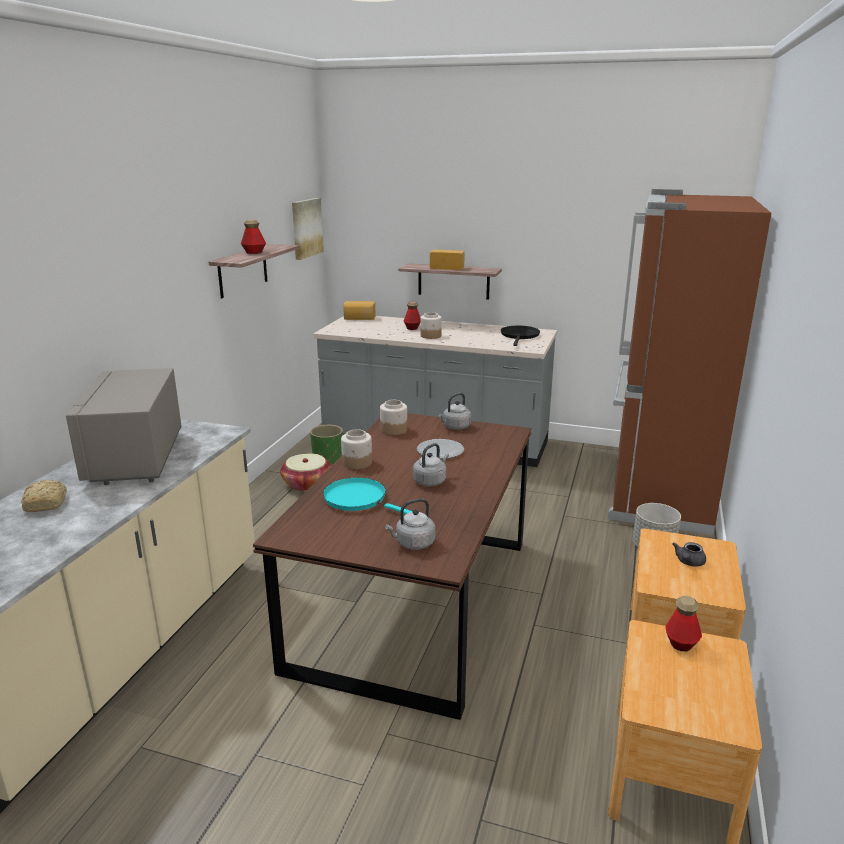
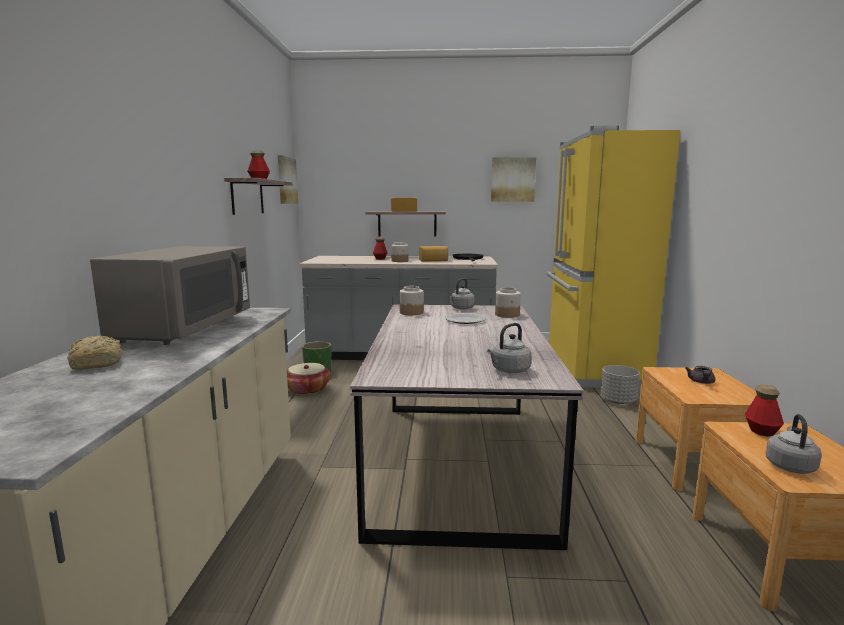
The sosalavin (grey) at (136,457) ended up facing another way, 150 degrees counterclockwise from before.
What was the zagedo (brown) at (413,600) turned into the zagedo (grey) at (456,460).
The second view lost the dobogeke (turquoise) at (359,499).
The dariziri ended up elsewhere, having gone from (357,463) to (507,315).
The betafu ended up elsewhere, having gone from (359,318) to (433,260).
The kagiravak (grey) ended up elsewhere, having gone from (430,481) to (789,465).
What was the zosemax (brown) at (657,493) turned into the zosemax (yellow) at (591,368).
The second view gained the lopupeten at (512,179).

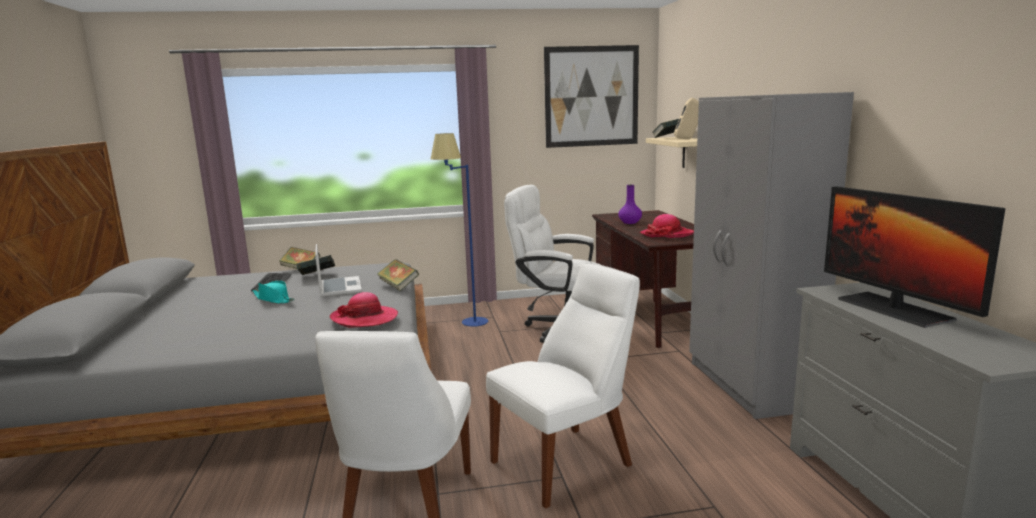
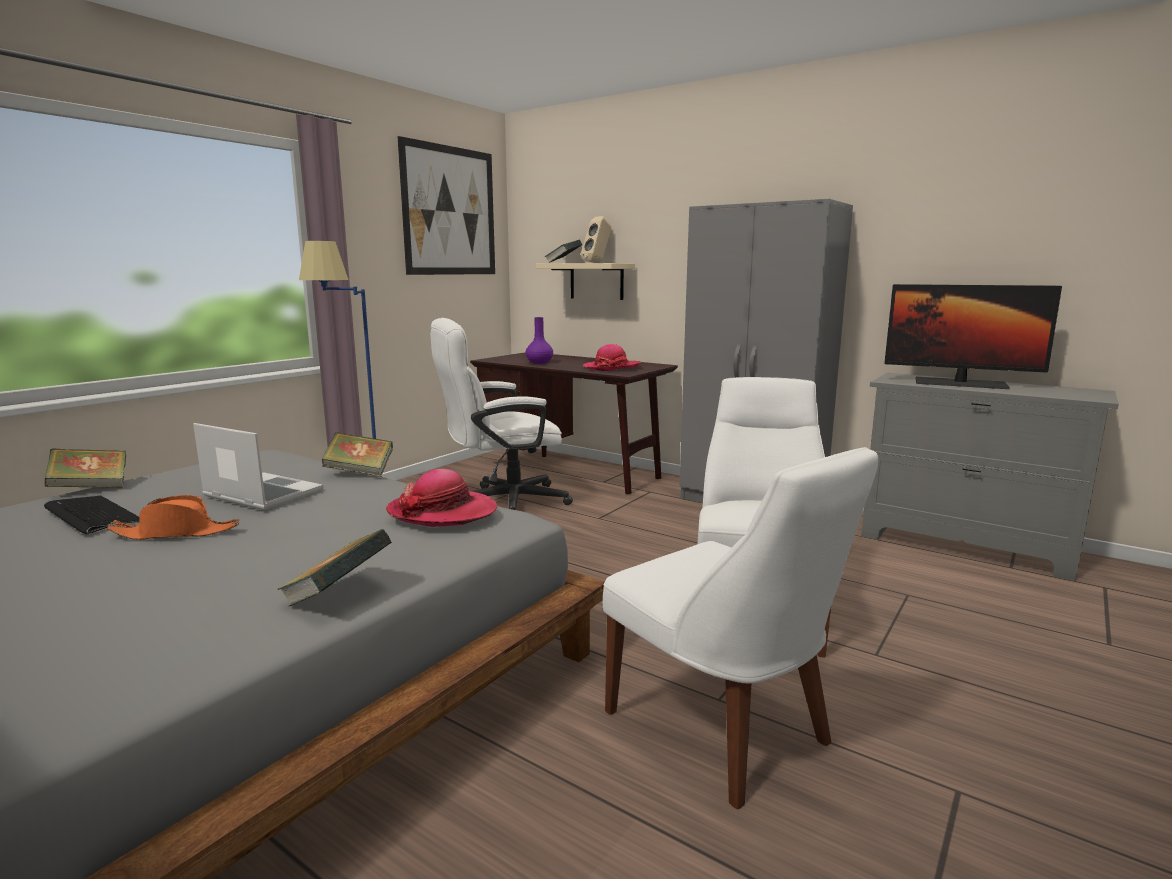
What was the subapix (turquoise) at (274,299) turned into the subapix (orange) at (176,533).
The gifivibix ended up elsewhere, having gone from (317,275) to (338,595).

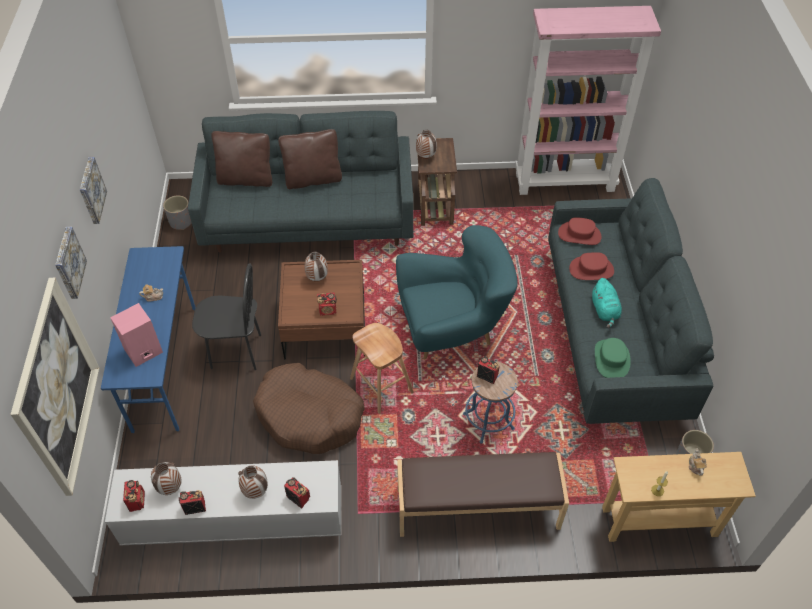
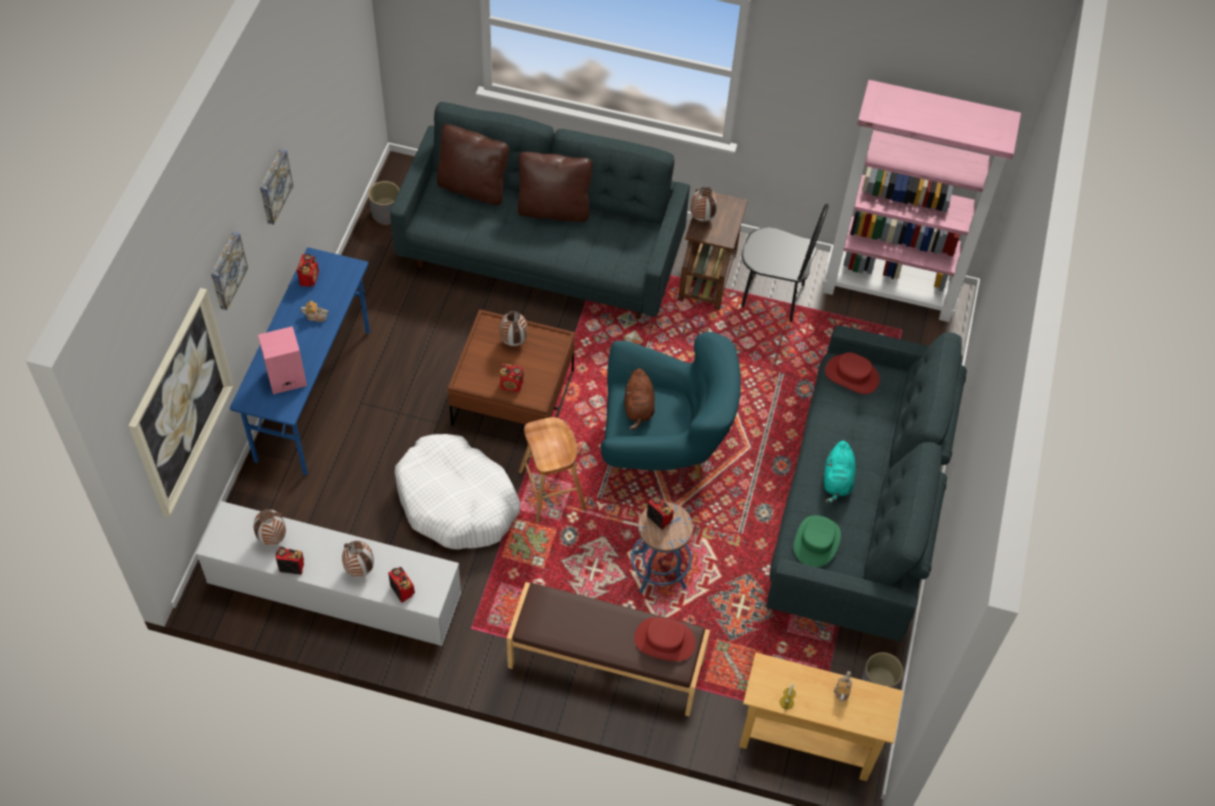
The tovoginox ended up elsewhere, having gone from (137,501) to (309,278).
The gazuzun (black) ended up elsewhere, having gone from (236,352) to (772,296).
What was the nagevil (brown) at (309,416) turned into the nagevil (white) at (457,501).
The subapix (red) ended up elsewhere, having gone from (591,270) to (664,641).
The second view gained the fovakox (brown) at (638,408).

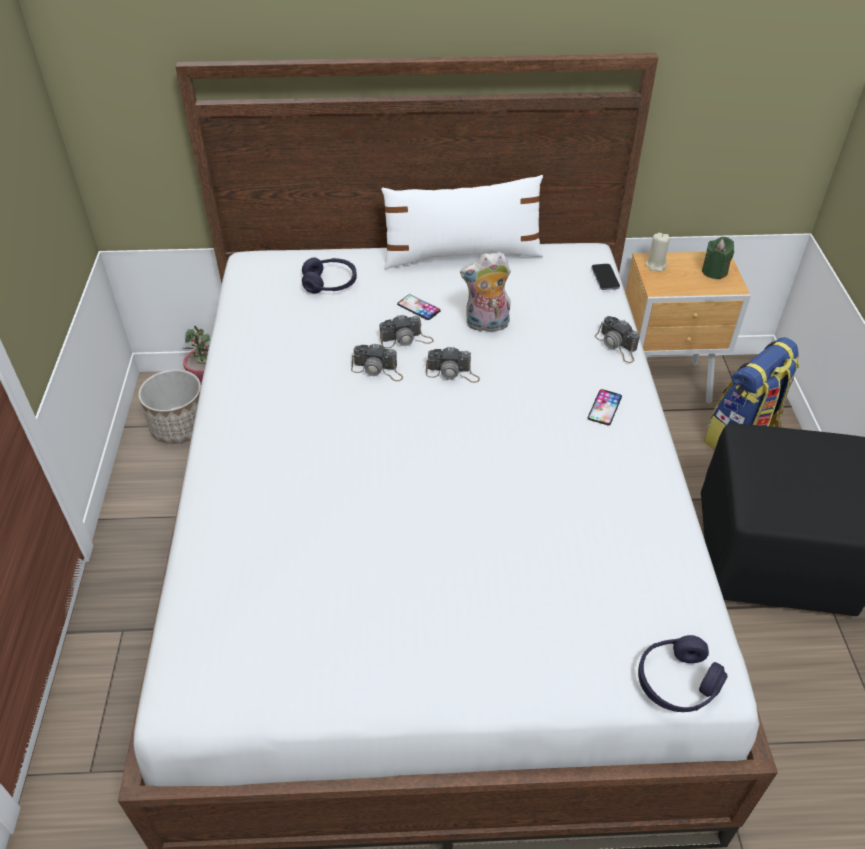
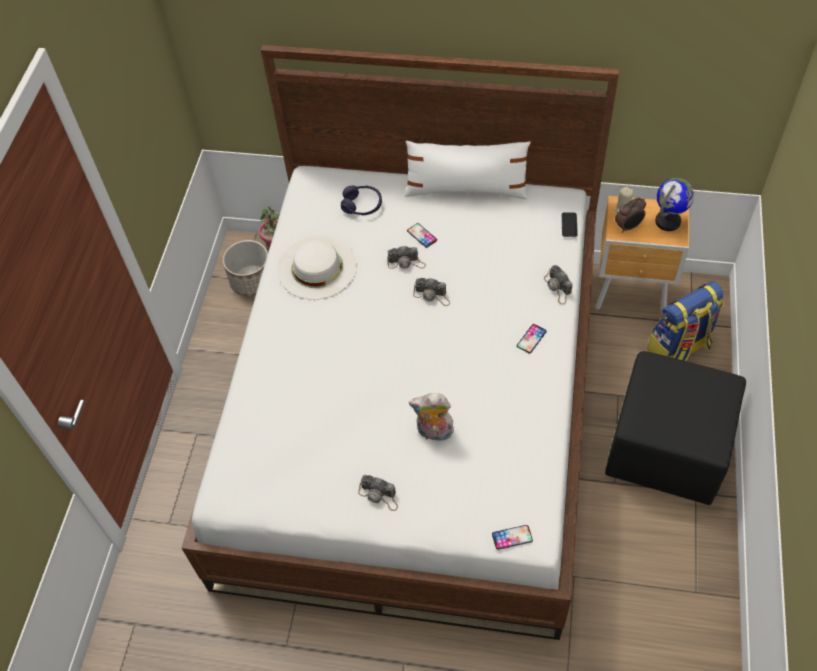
The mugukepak ended up elsewhere, having gone from (378,370) to (379,495).
The fovakox ended up elsewhere, having gone from (486,325) to (434,433).
Where the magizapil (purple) stood at (677,682), the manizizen came to stand at (512,537).
Where the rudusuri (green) stood at (714,271), the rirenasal came to stand at (668,221).
The second view gained the subapix (white) at (317,267).
The second view gained the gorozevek at (628,227).

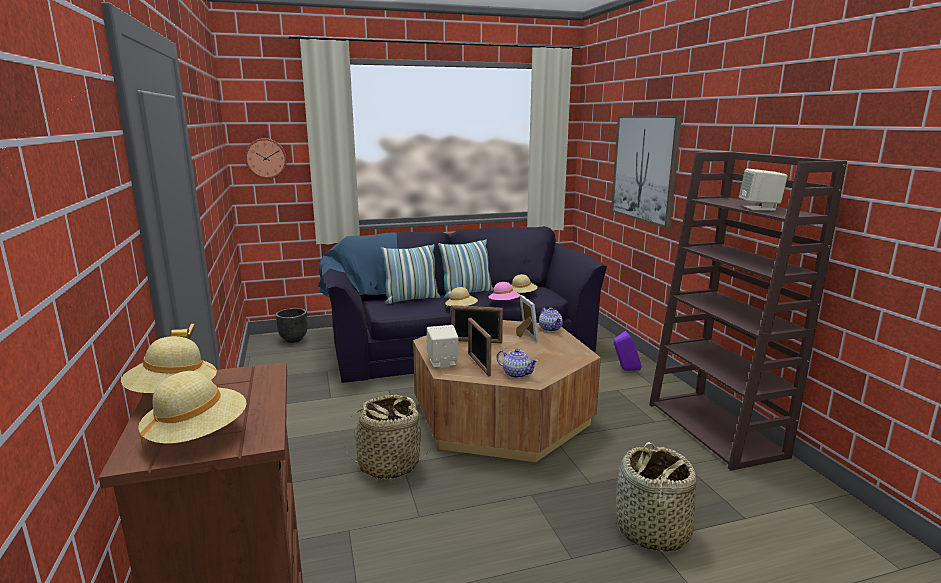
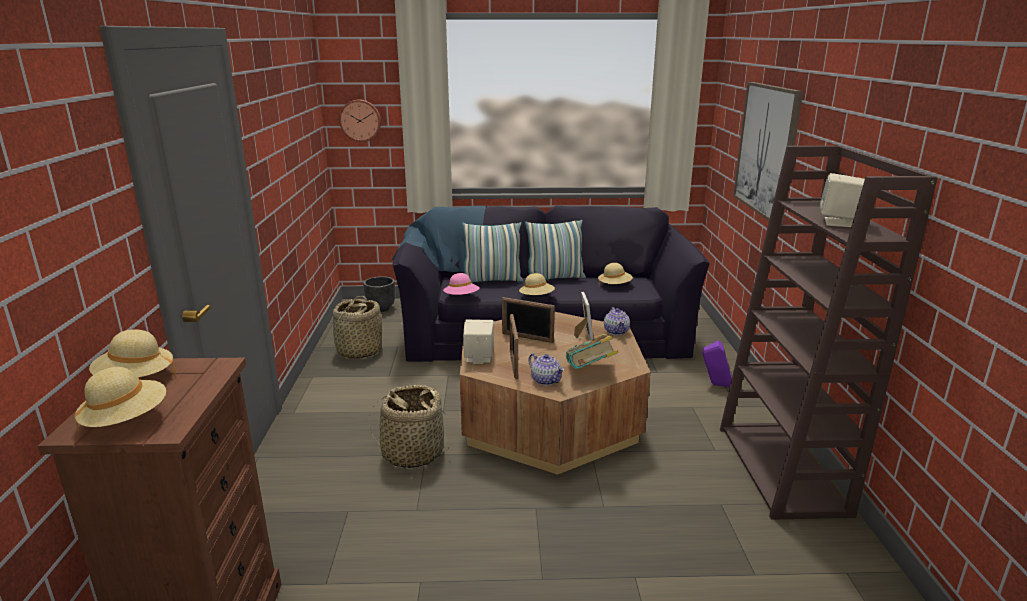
The subapix (pink) ended up elsewhere, having gone from (504,303) to (461,297).
The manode ended up elsewhere, having gone from (652,531) to (359,351).
The second view gained the gifivibix at (590,372).

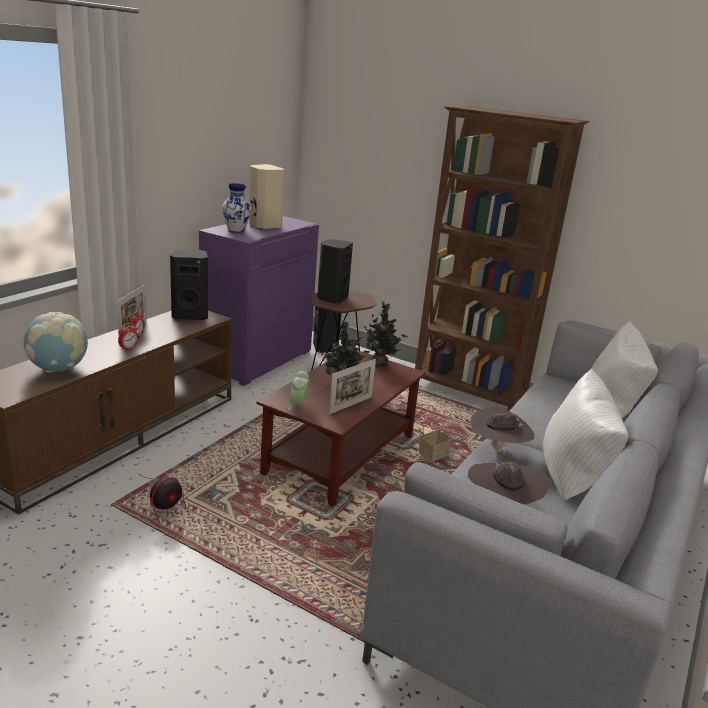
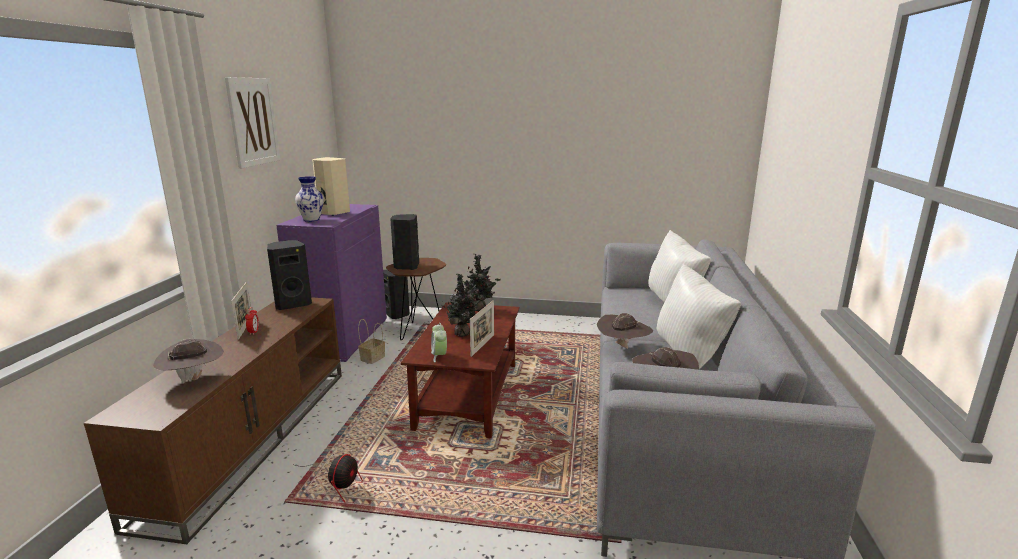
Where the rirenasal stood at (58,369), the subapix (brown) came to stand at (194,379).
The second view lost the gorozevek at (128,348).
The second view lost the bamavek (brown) at (469,393).
The manode ended up elsewhere, having gone from (433,454) to (373,357).
The second view gained the lopupeten at (253,122).

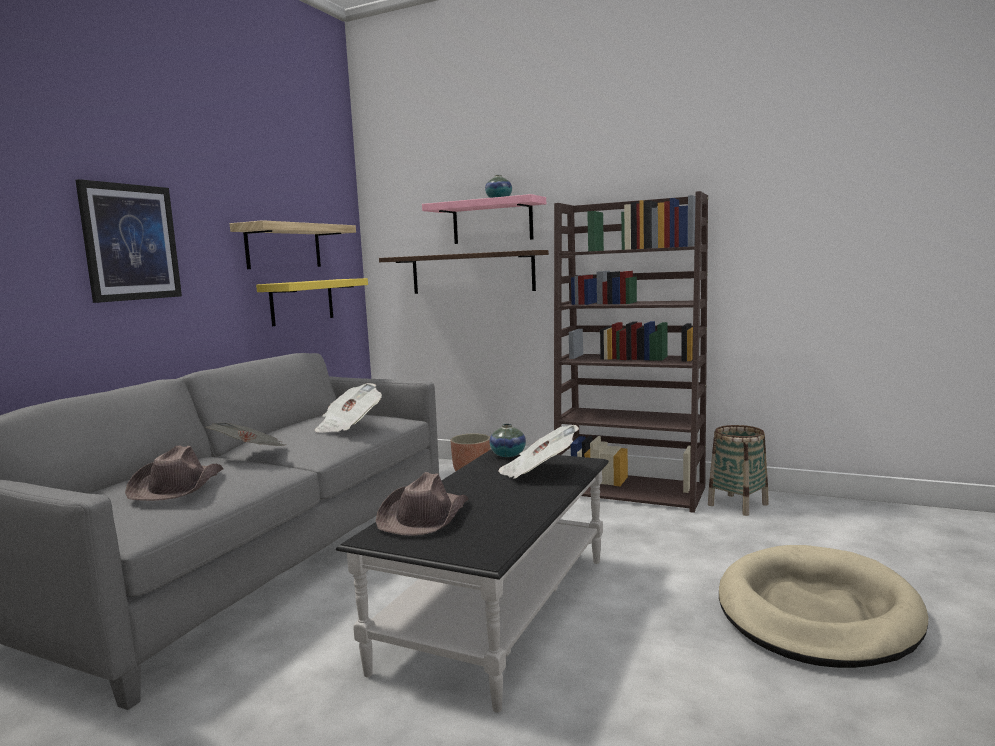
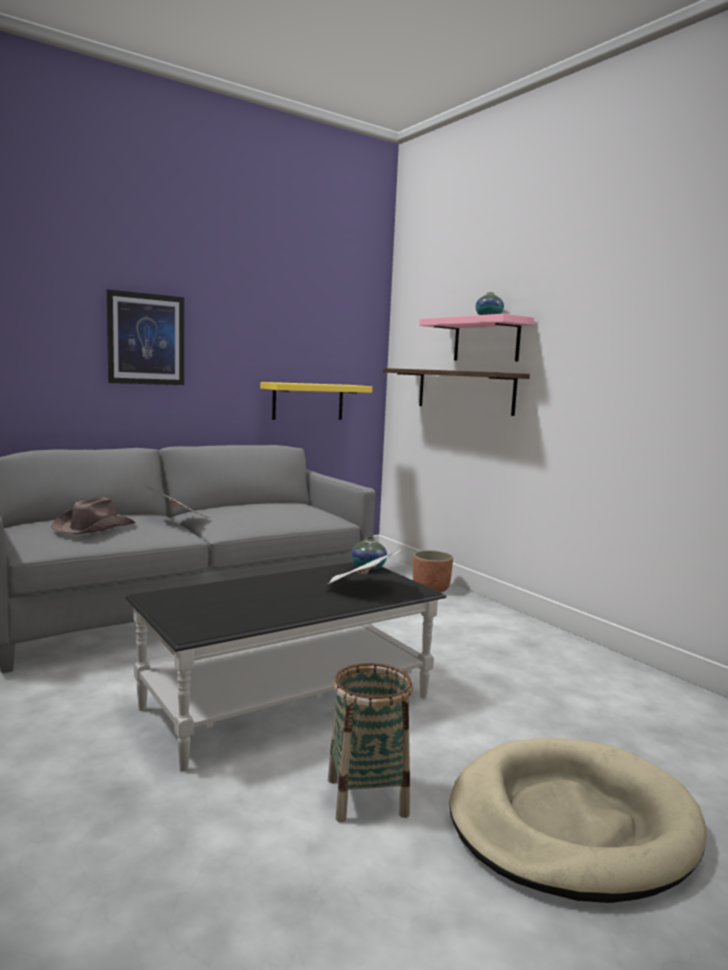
The second view lost the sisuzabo at (283,246).
The second view lost the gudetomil at (348,426).
The second view lost the subapix (brown) at (424,516).
The second view lost the bamavek (brown) at (631,491).
The manode ended up elsewhere, having gone from (738,504) to (367,797).

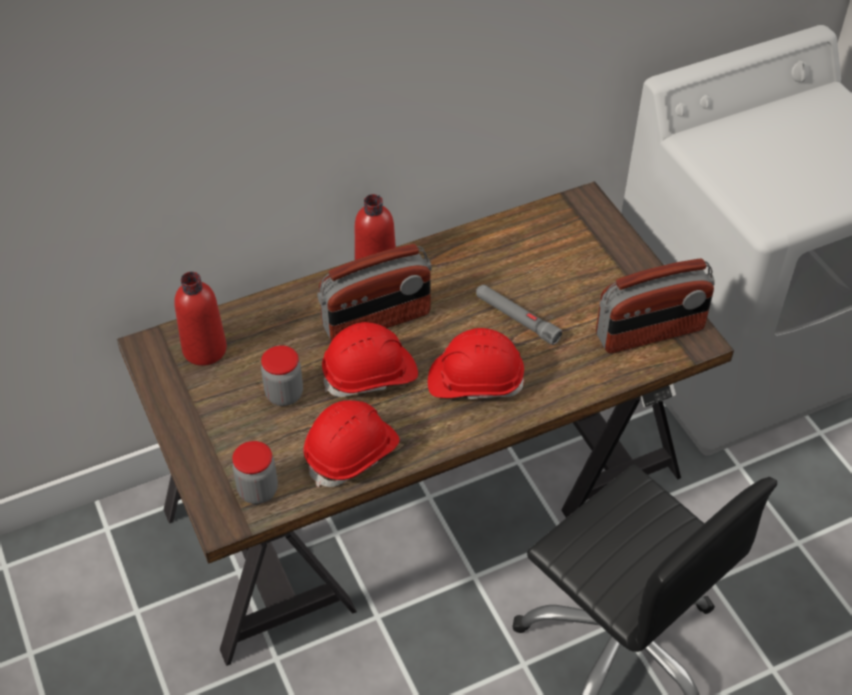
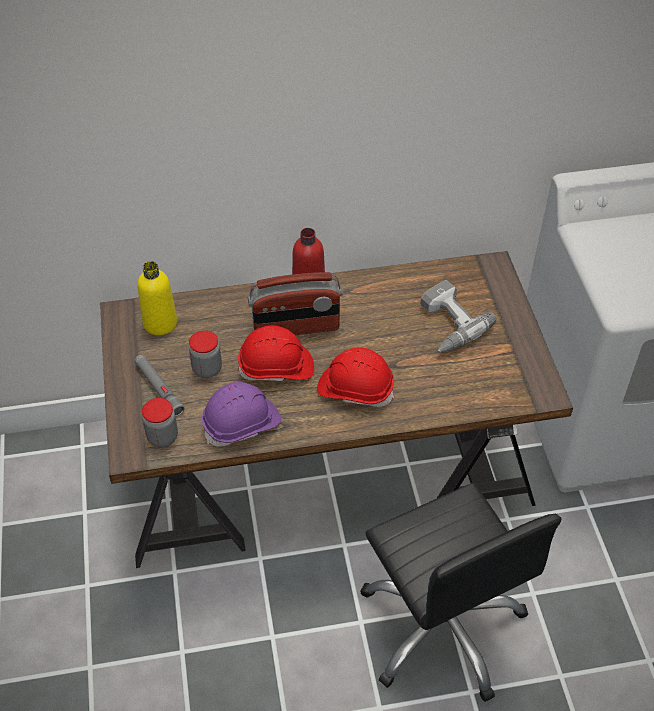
What was the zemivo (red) at (204,349) turned into the zemivo (yellow) at (160,323).
What was the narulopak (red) at (352,453) turned into the narulopak (purple) at (242,425).
The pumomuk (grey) ended up elsewhere, having gone from (516,319) to (158,388).
The second view lost the tovoginox at (650,333).
The second view gained the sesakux at (446,324).

